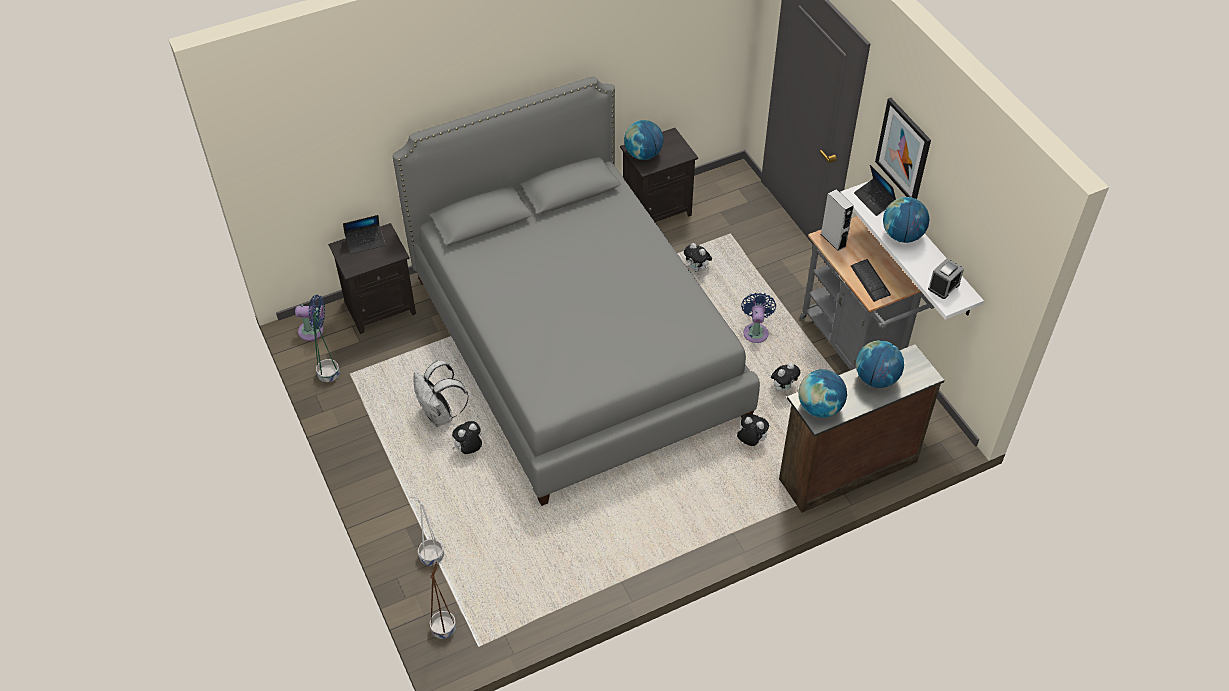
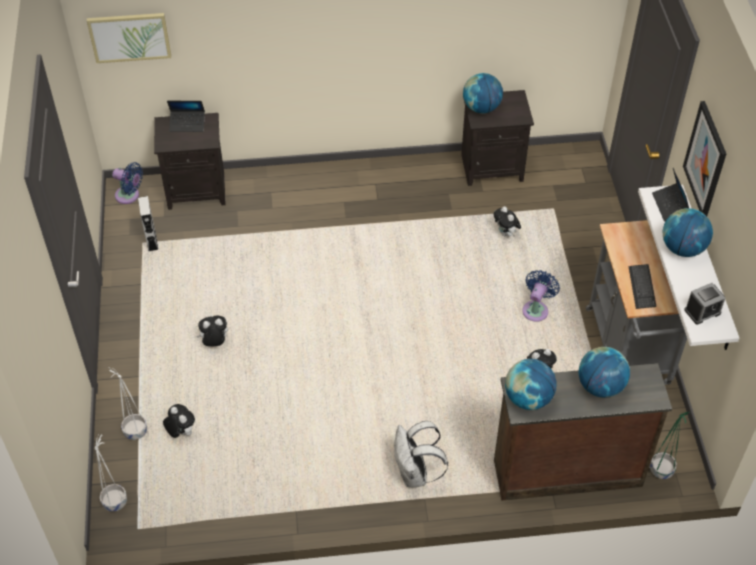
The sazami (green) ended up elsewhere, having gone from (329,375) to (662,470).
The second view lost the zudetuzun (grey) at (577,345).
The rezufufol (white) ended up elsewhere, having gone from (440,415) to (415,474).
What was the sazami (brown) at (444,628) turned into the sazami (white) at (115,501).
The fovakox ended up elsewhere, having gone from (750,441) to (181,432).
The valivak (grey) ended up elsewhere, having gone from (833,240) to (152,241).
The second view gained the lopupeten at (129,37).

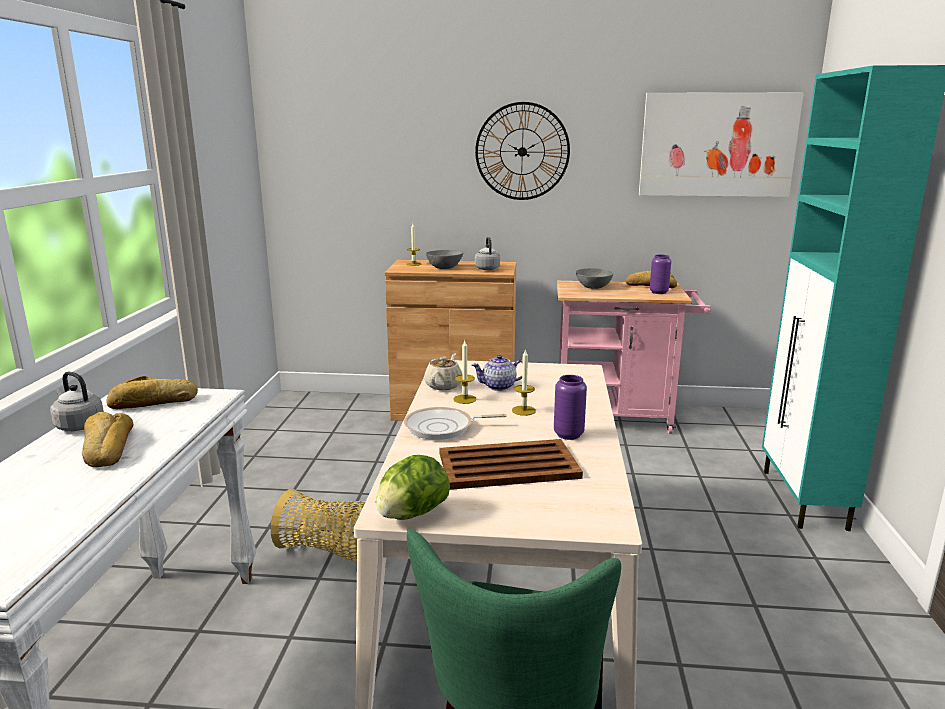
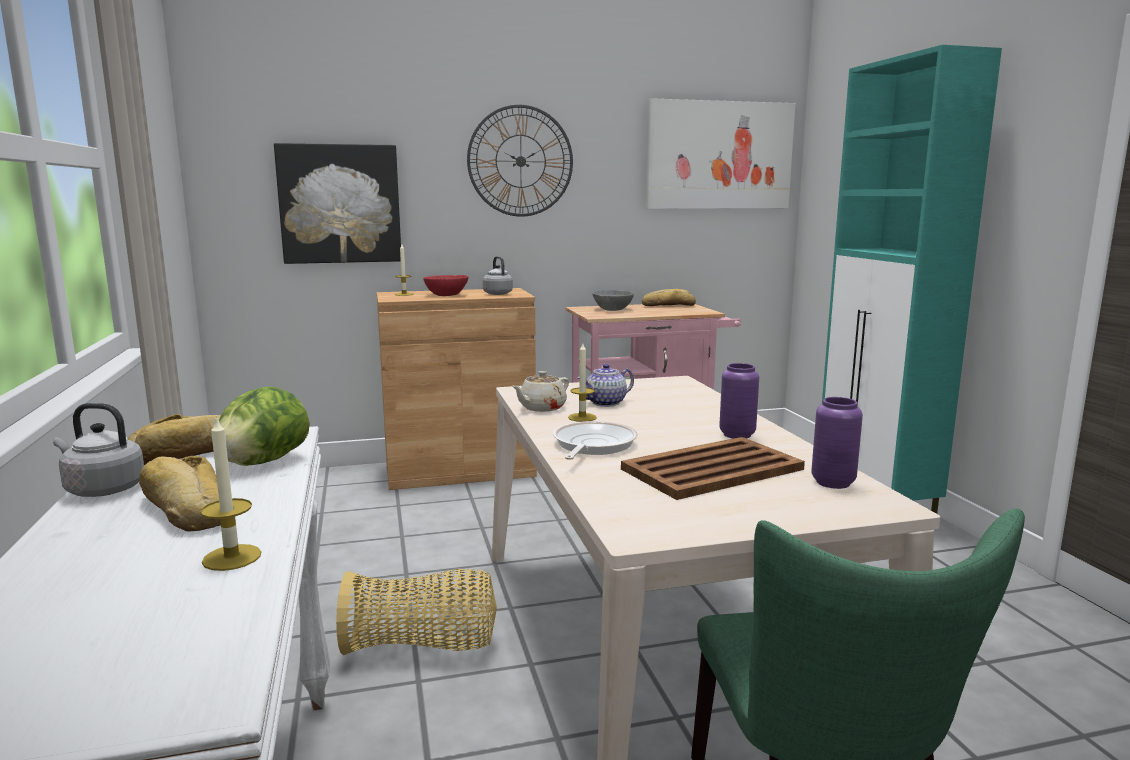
The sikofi ended up elsewhere, having gone from (412,514) to (263,462).
The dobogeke at (443,428) ended up facing another way, 135 degrees clockwise from before.
The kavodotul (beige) at (444,385) ended up facing another way, 135 degrees counterclockwise from before.
What was the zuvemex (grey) at (444,267) turned into the zuvemex (red) at (446,295).
The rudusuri ended up elsewhere, having gone from (523,410) to (232,557).
The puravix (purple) ended up elsewhere, having gone from (658,292) to (833,482).
The second view gained the lopupeten at (340,204).

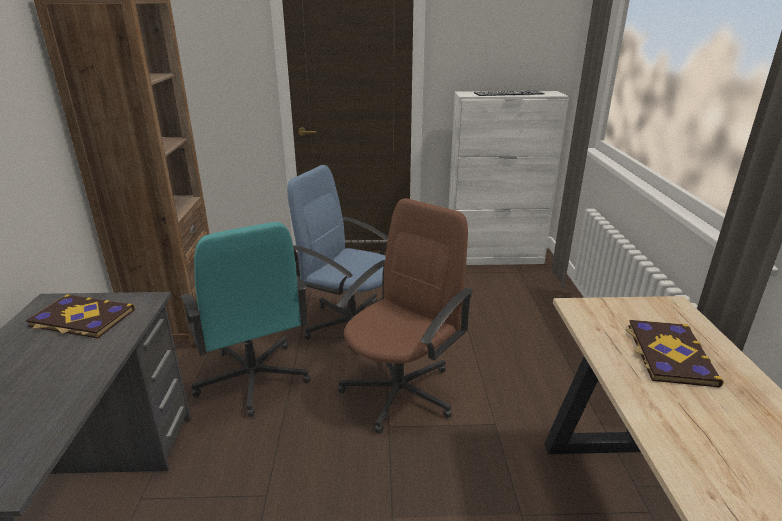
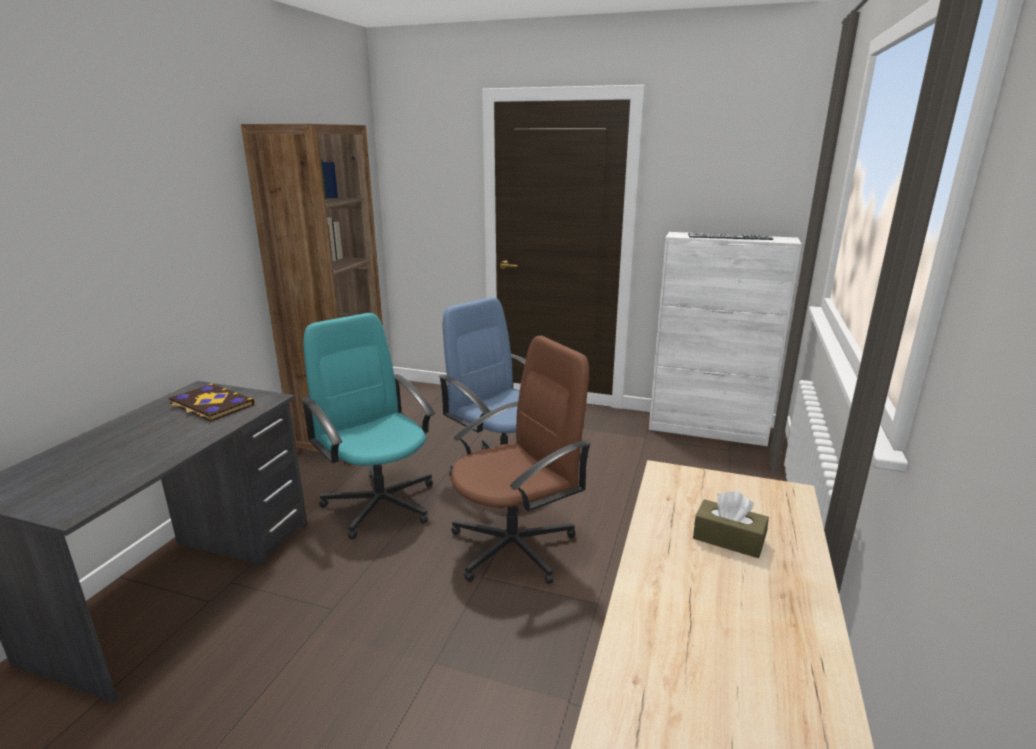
The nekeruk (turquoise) at (253,379) ended up facing another way, 150 degrees clockwise from before.
Where the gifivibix stood at (668,354), the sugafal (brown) came to stand at (728,539).

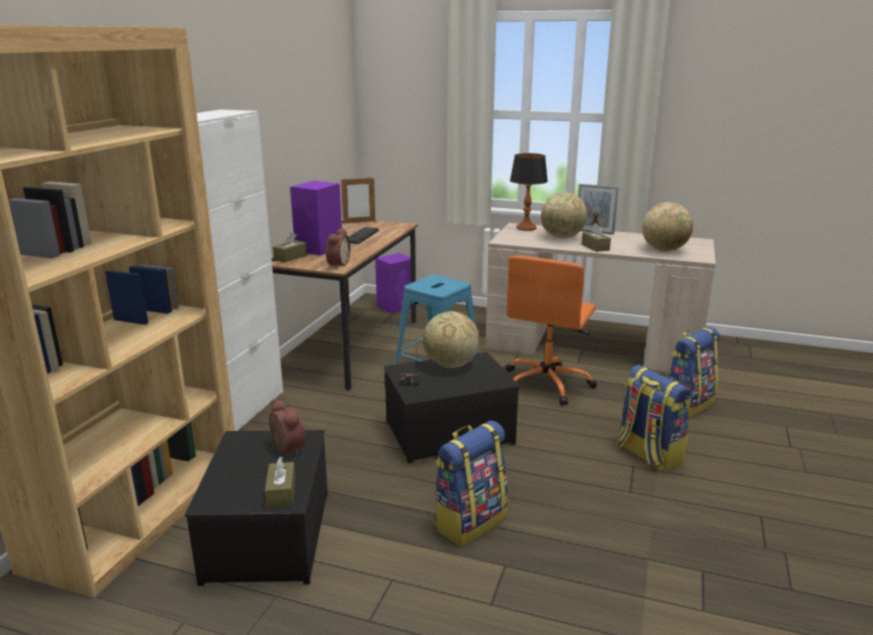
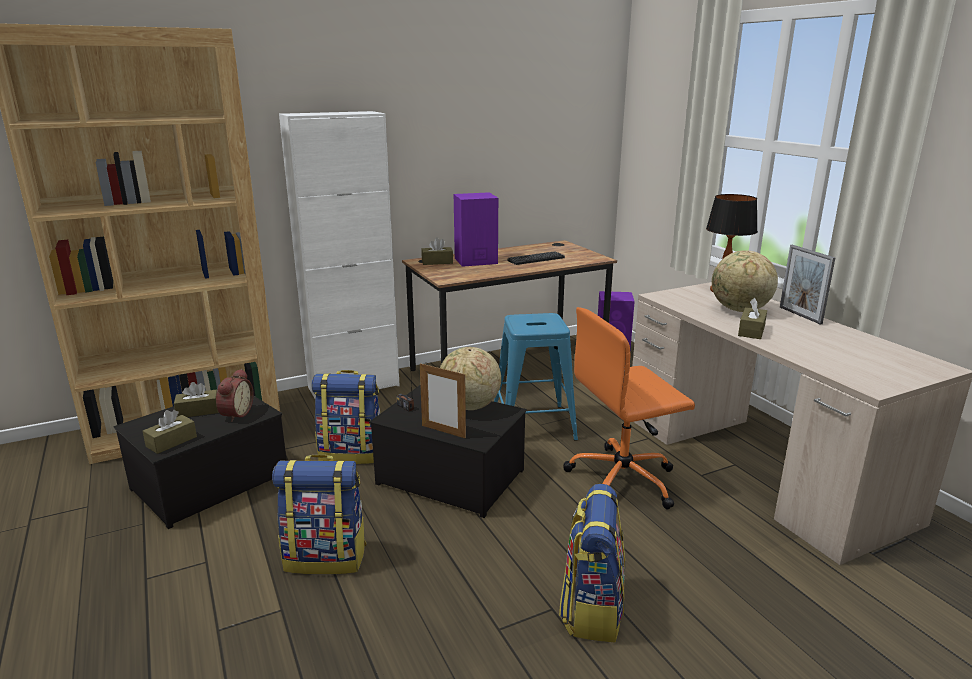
The second view lost the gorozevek at (337,264).
The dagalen ended up elsewhere, having gone from (359,222) to (443,431).
The second view lost the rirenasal at (664,250).
The rezufufol ended up elsewhere, having gone from (687,404) to (352,453).
The second view gained the sugafal (brown) at (198,411).

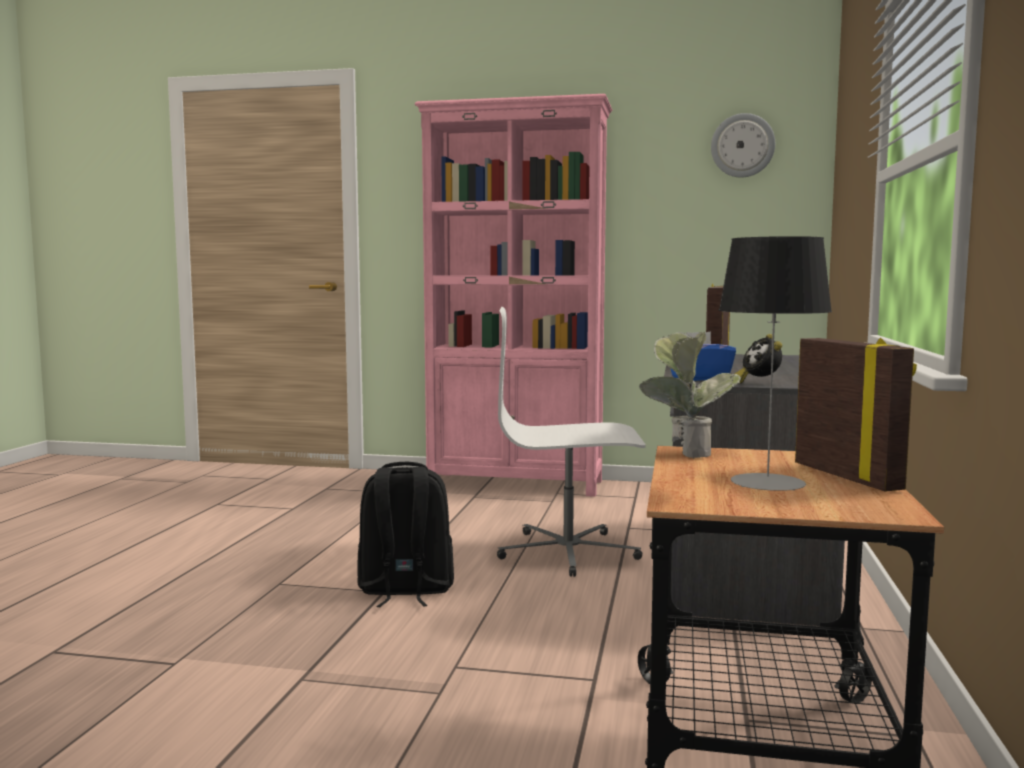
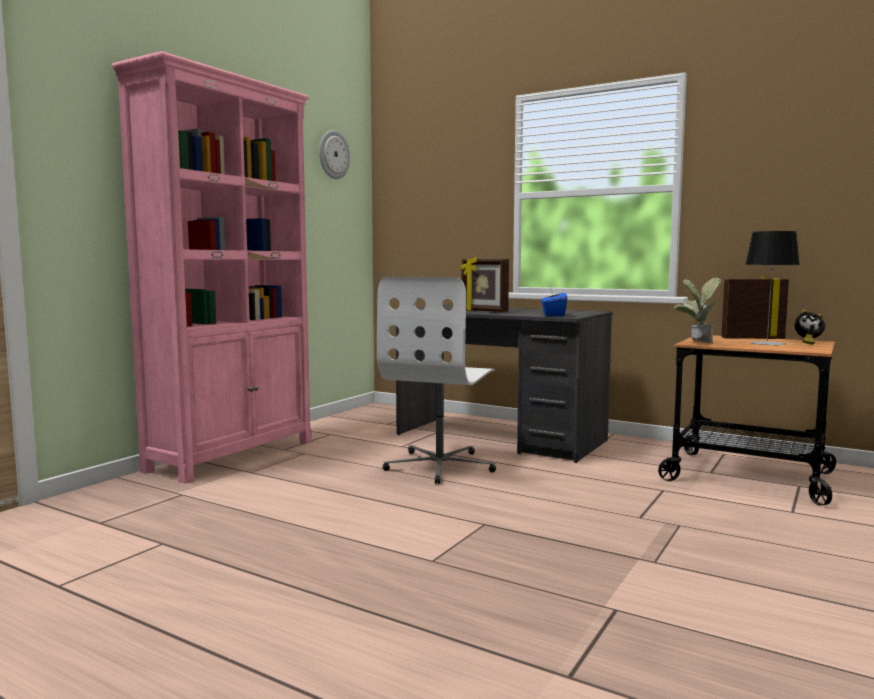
The second view lost the rezufufol (black) at (405,591).
The gorozevek ended up elsewhere, having gone from (758,383) to (807,343).

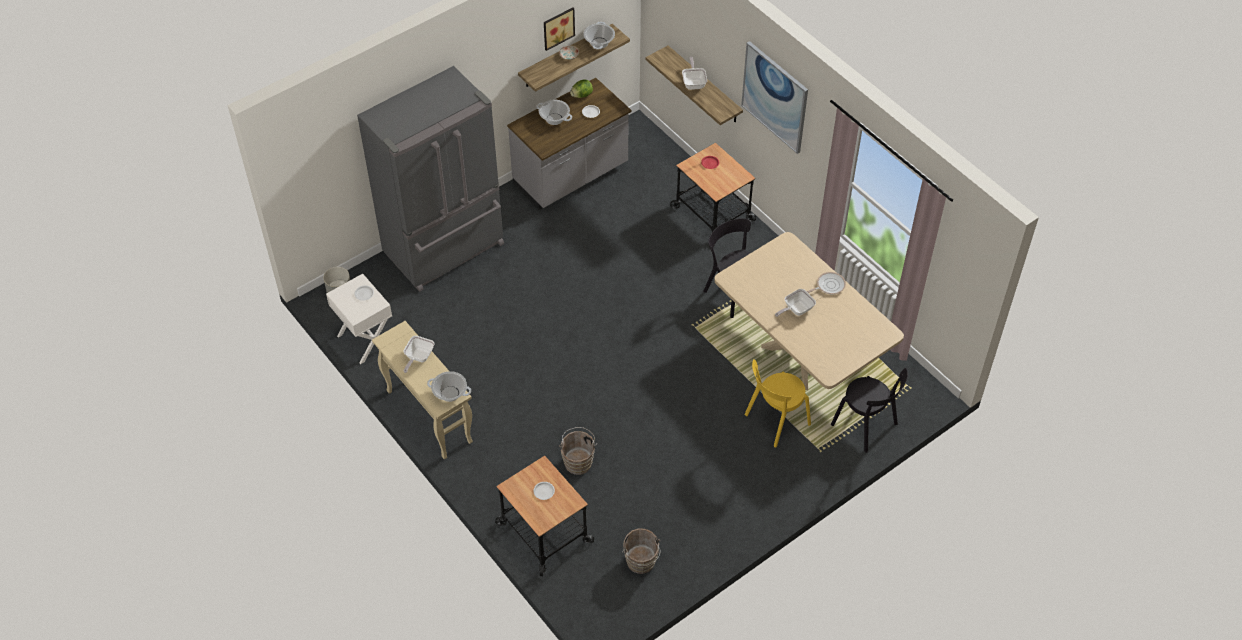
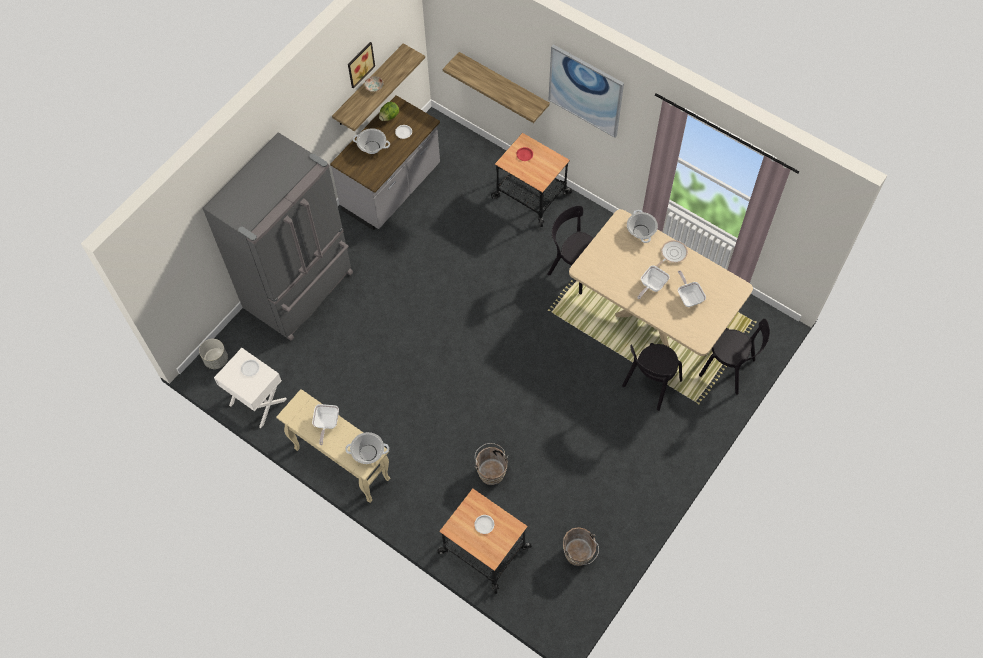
The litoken ended up elsewhere, having gone from (599,43) to (640,231).
The dobogeke ended up elsewhere, having gone from (694,83) to (689,297).
What was the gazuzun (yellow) at (775,421) turned into the gazuzun (black) at (650,385).

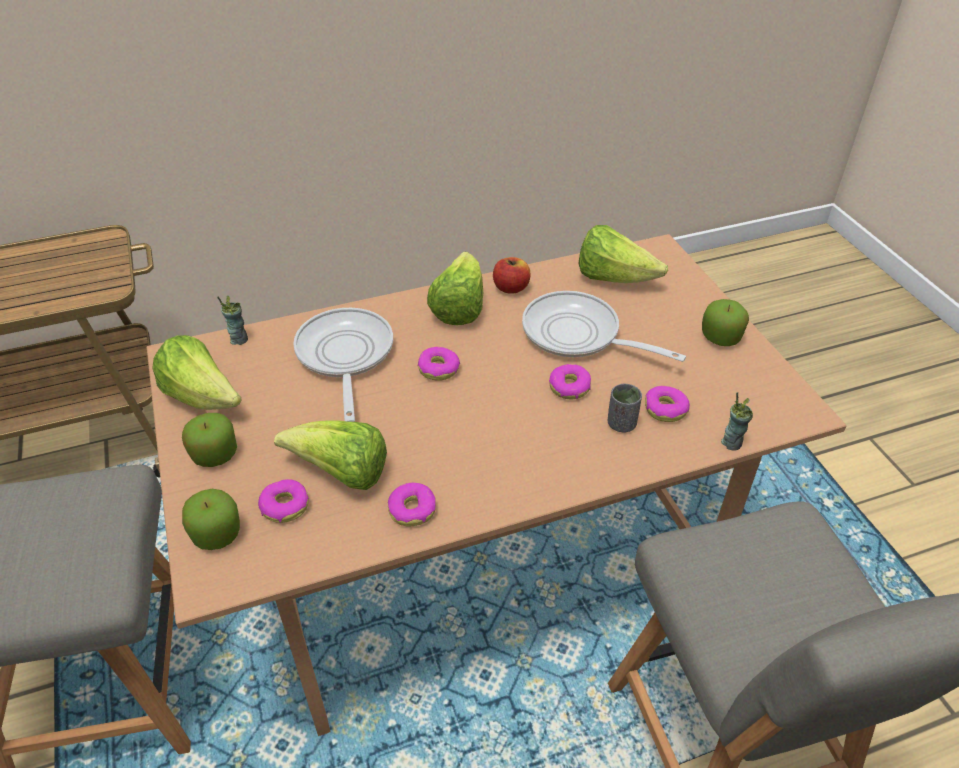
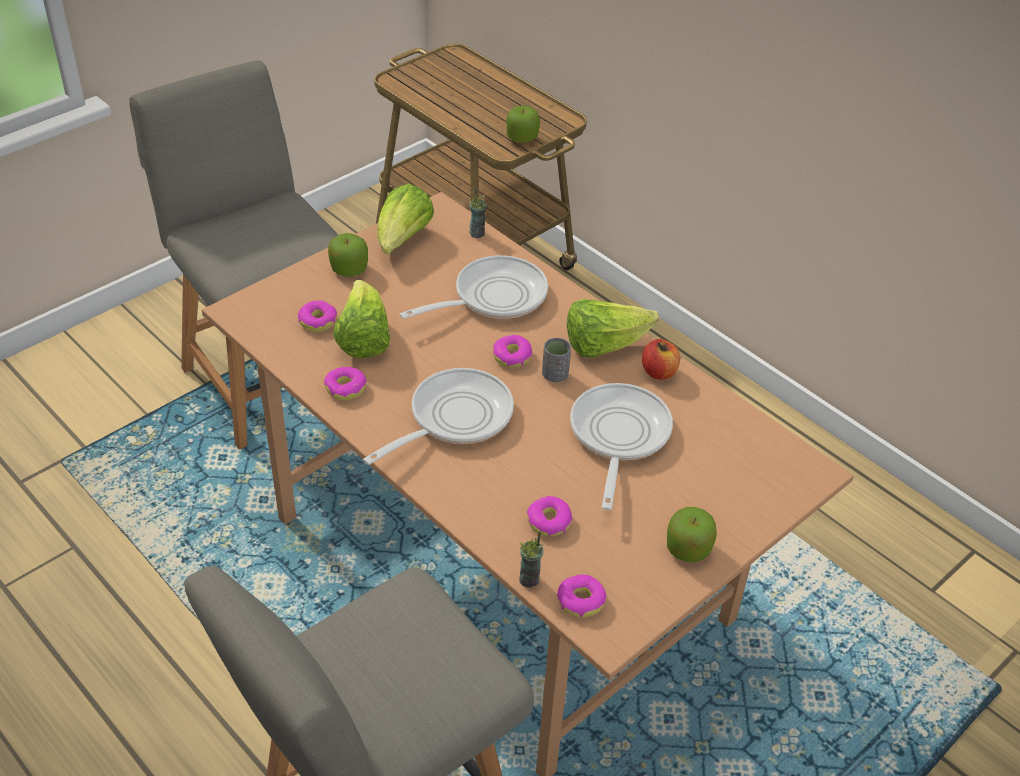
The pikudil ended up elsewhere, having gone from (217,533) to (522,137).
The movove ended up elsewhere, having gone from (569,387) to (580,600).
The second view lost the sikofi at (613,278).
The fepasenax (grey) ended up elsewhere, having gone from (621,424) to (555,375).
The second view gained the dobogeke at (454,418).

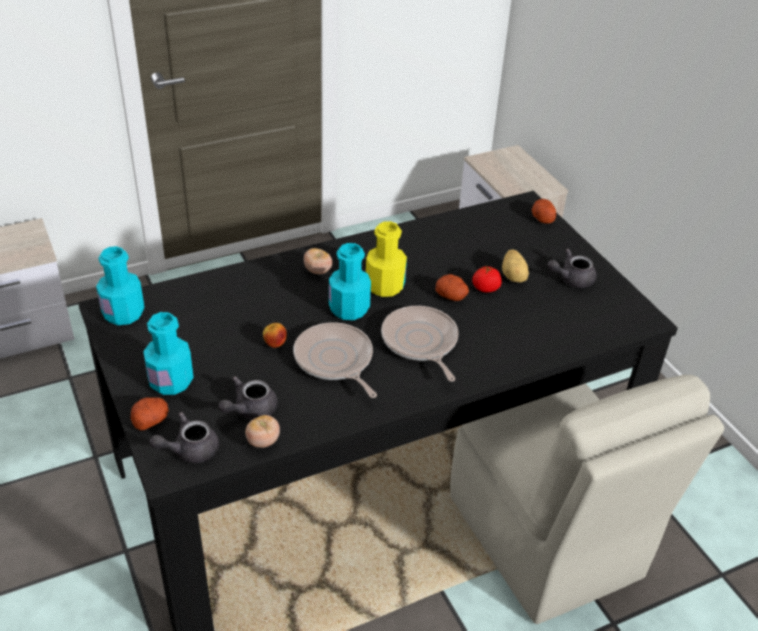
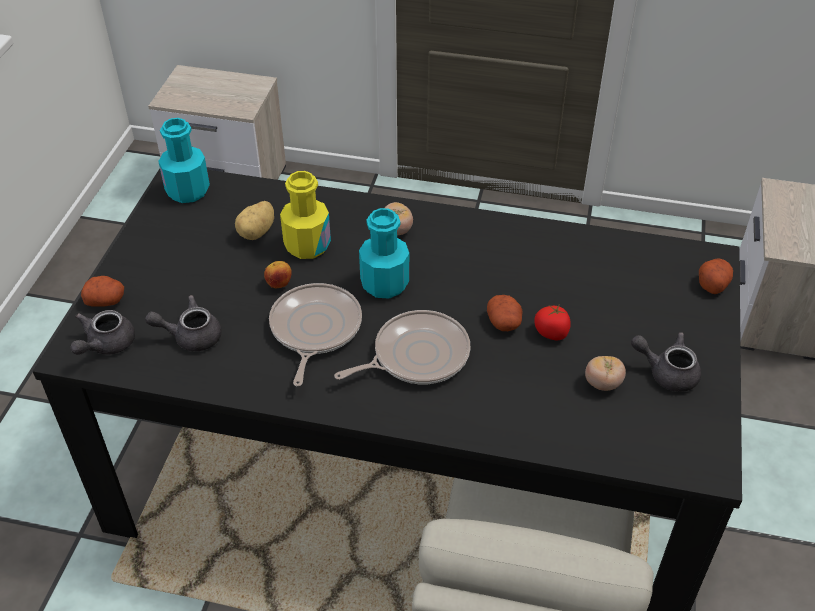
The second view lost the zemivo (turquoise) at (171,381).
The kavodotul (grey) at (189,450) ended up facing another way, 75 degrees counterclockwise from before.
The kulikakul ended up elsewhere, having gone from (263,441) to (603,383).
The zemivo (yellow) ended up elsewhere, having gone from (385,286) to (307,245).
The dobogeke at (420,342) ended up facing another way, 45 degrees clockwise from before.
The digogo ended up elsewhere, having gone from (514,276) to (257,232).

